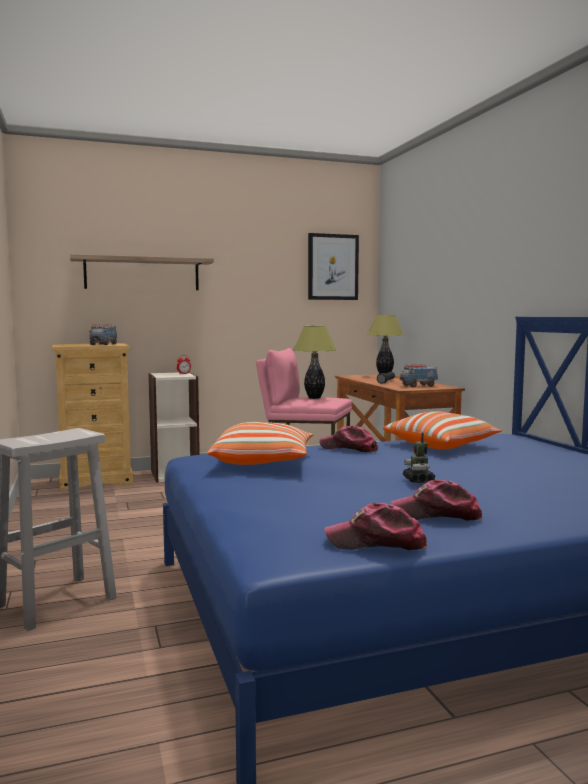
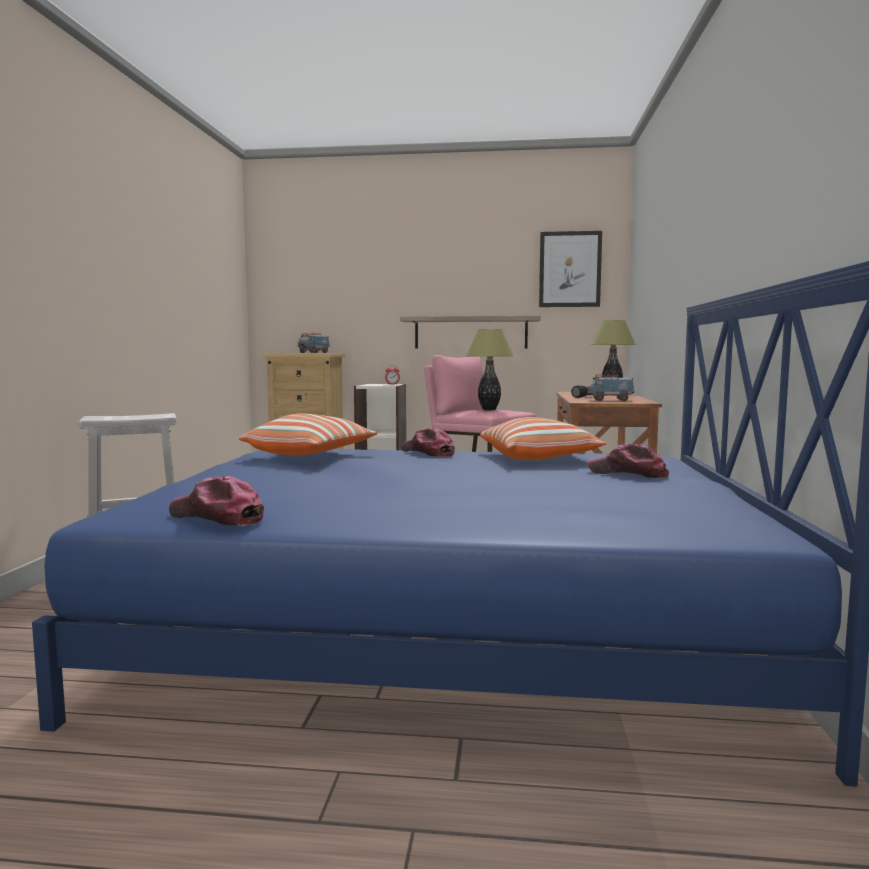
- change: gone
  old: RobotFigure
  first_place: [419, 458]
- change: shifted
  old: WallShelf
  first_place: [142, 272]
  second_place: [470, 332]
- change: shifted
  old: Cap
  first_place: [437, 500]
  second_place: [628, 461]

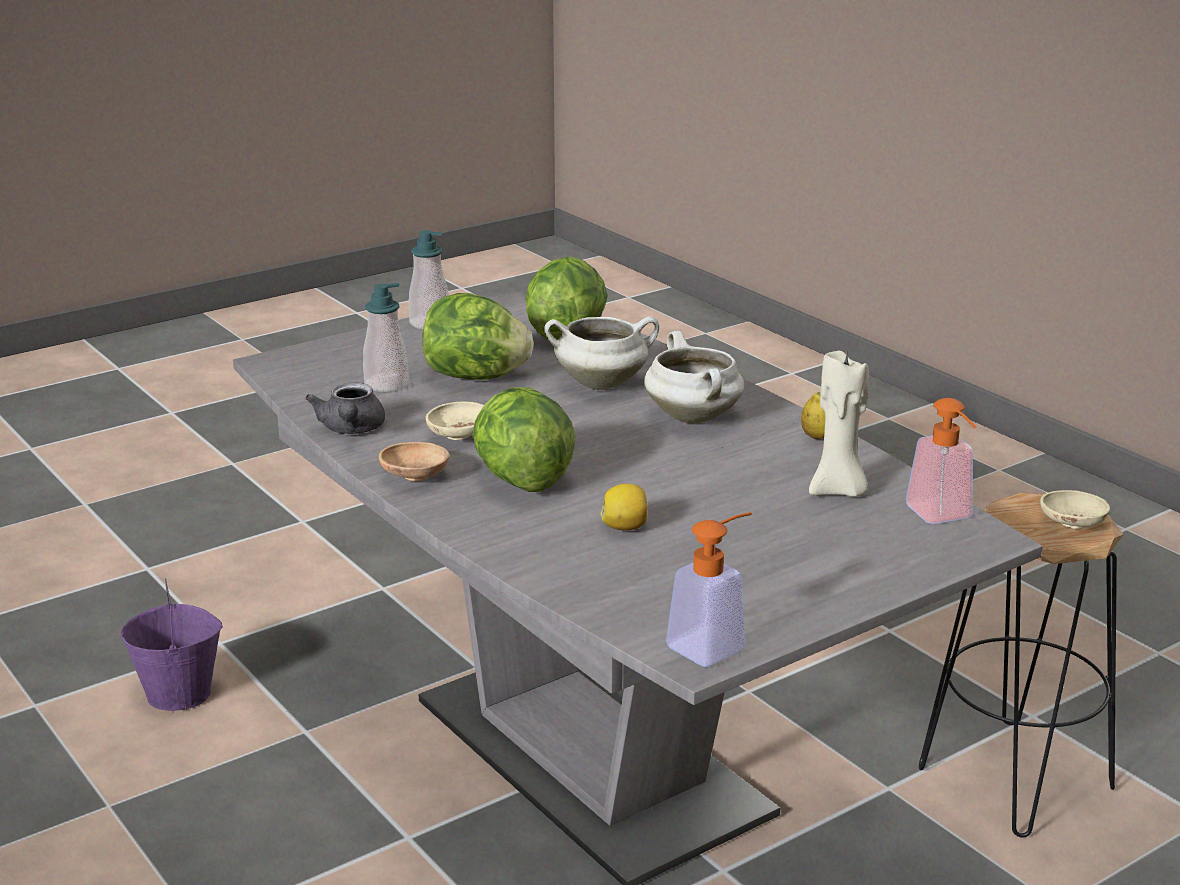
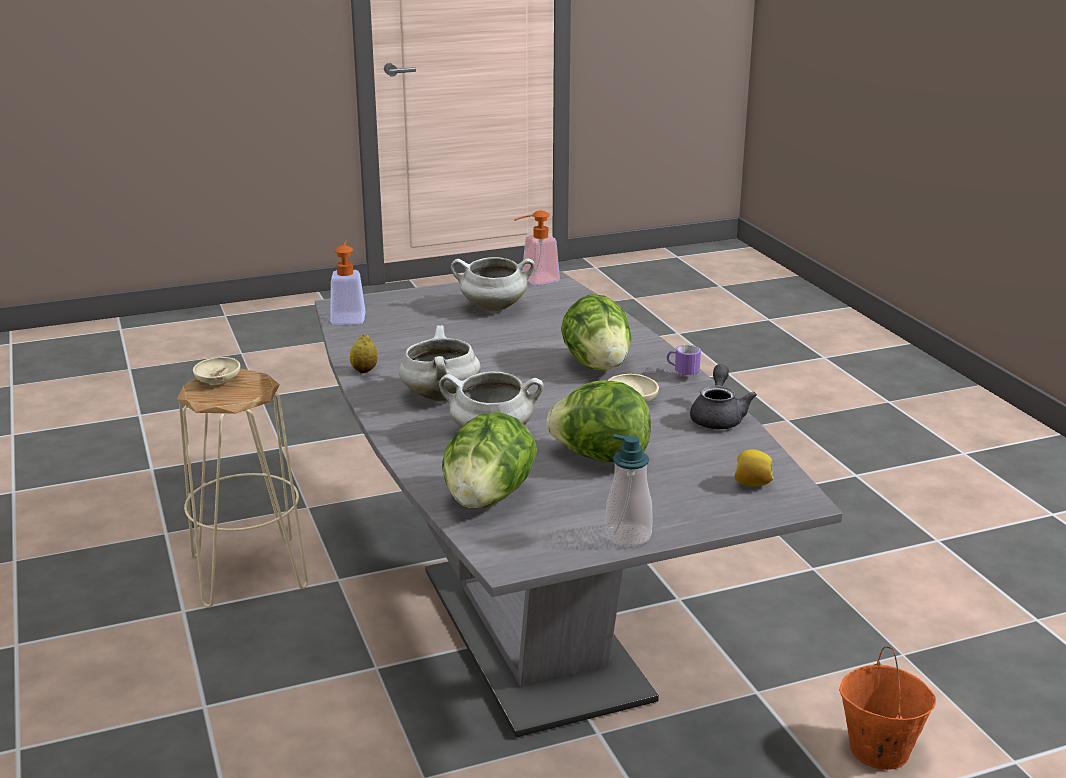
- change: gone
  old: LiquidSoapBottle
  first_place: [386, 337]
- change: gone
  old: BeigeColouredWaxCandle
  first_place: [839, 424]
- change: new
  new: WhiteSaucepot
  second_place: [493, 284]
- change: shifted
  old: WholeLemon
  first_place: [624, 507]
  second_place: [754, 467]
- change: swapped
  old: BrownDeepDish
  new: Mug
  first_place: [414, 461]
  second_place: [673, 361]
- change: repainted
  old: PurplishPail
  new: OrangeyPail
  first_place: [172, 644]
  second_place: [887, 708]
- change: repainted
  old: BlackColouredSittingStool
  new: BeigeColouredSittingStool
  first_place: [1021, 665]
  second_place: [242, 488]

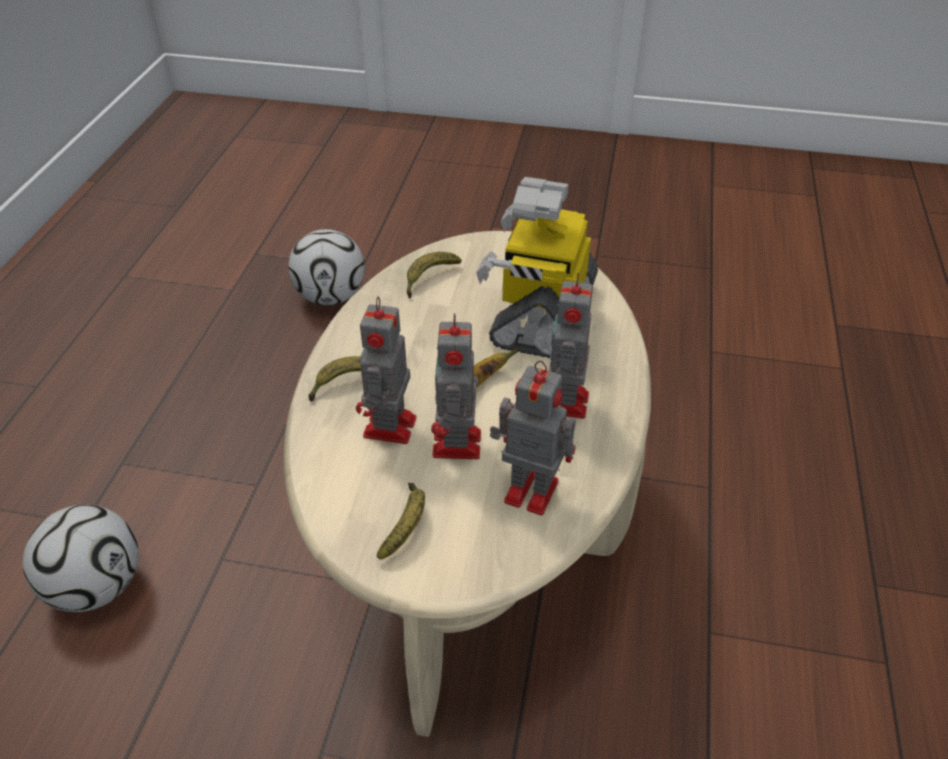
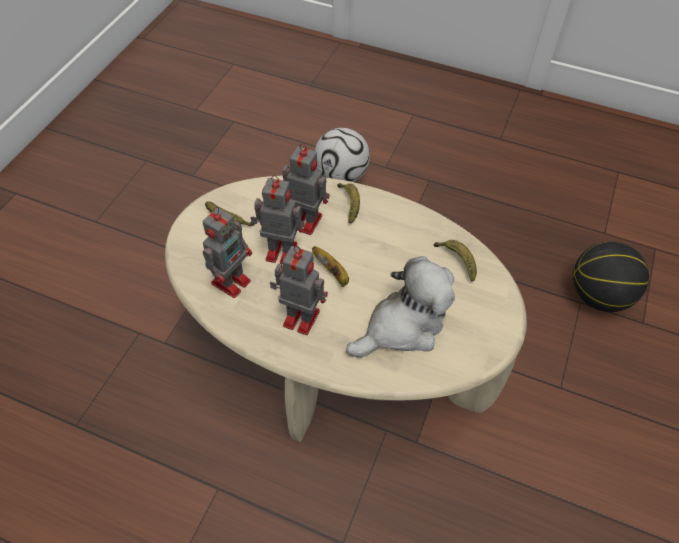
- change: swapped
  old: Football
  new: BasketballBall
  first_place: [326, 267]
  second_place: [611, 277]
- change: swapped
  old: RobotFigure
  new: CuddlyToy
  first_place: [537, 267]
  second_place: [400, 307]

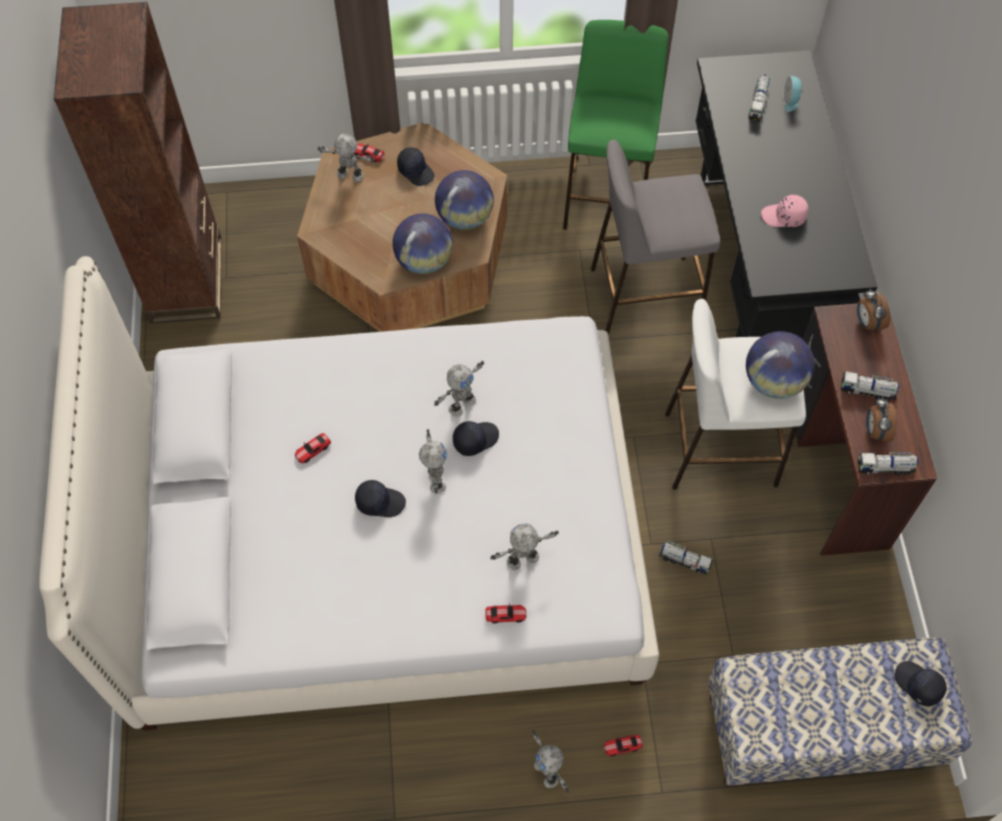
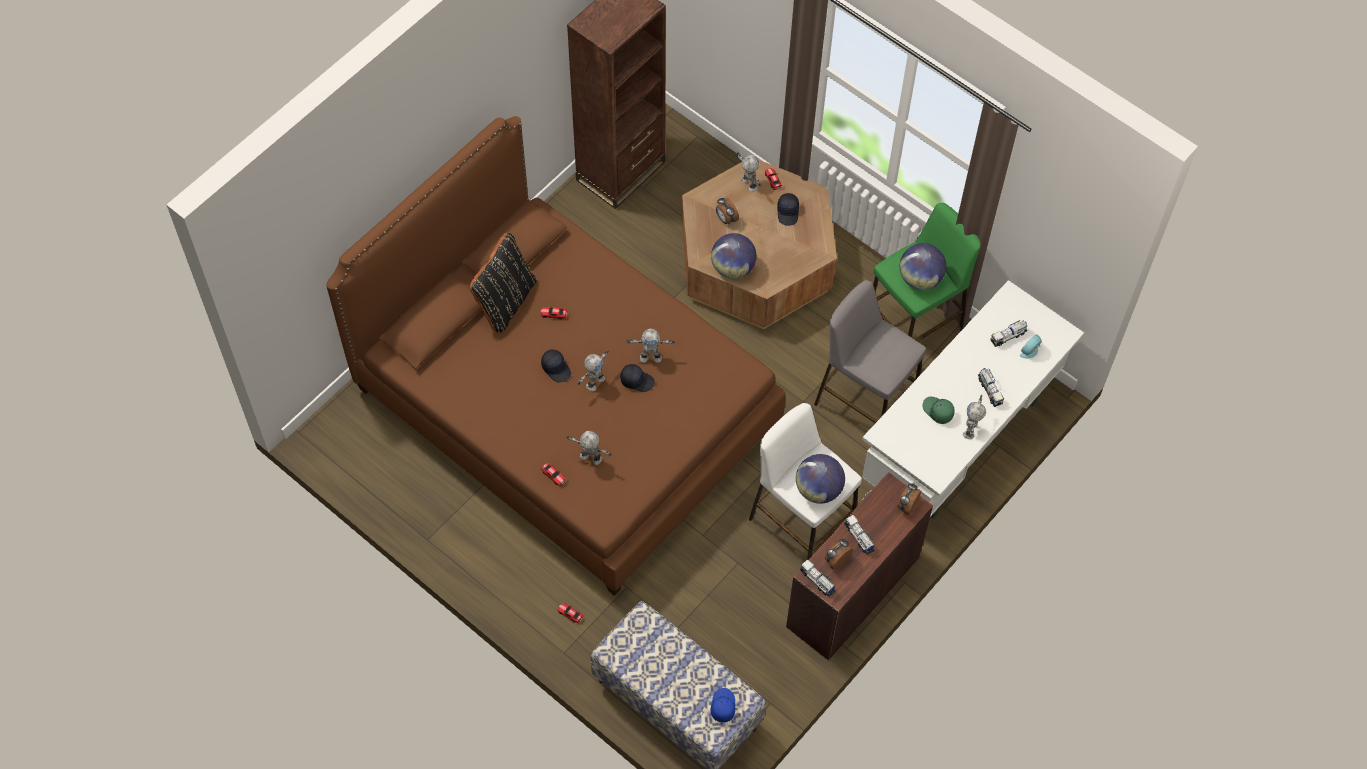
- change: new
  new: BlackColouredPillow
  second_place: [503, 282]
- change: new
  new: BedsideClock
  second_place: [727, 211]
- change: shifted
  old: Globe
  first_place: [464, 200]
  second_place: [923, 266]
- change: shifted
  old: RobotFigure
  first_place: [550, 761]
  second_place: [974, 417]
- change: shifted
  old: ModelTruck
  first_place: [686, 557]
  second_place: [991, 387]
- change: repainted
  old: WhiteBed
  new: BrownBed
  first_place: [349, 493]
  second_place: [556, 356]
- change: repainted
  old: BlackColouredDesk
  new: WhiteDesk
  first_place: [787, 194]
  second_place: [973, 399]
- change: repainted
  old: PinkCap
  new: GreenColouredCap
  first_place: [784, 211]
  second_place: [938, 410]
- change: repainted
  old: BlackColouredCap
  new: BlueCap
  first_place: [921, 684]
  second_place: [723, 705]

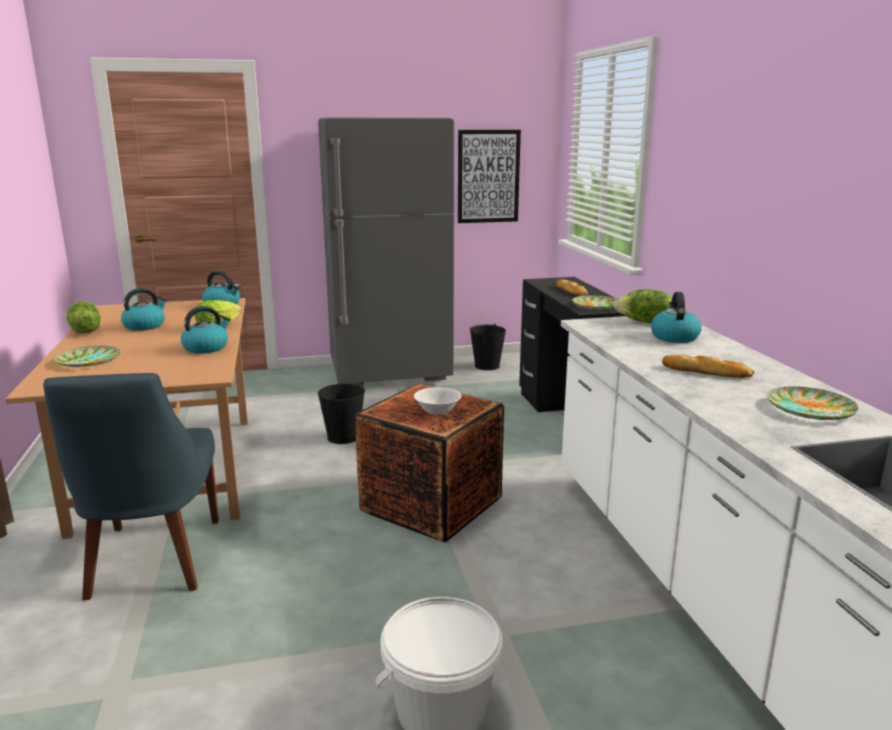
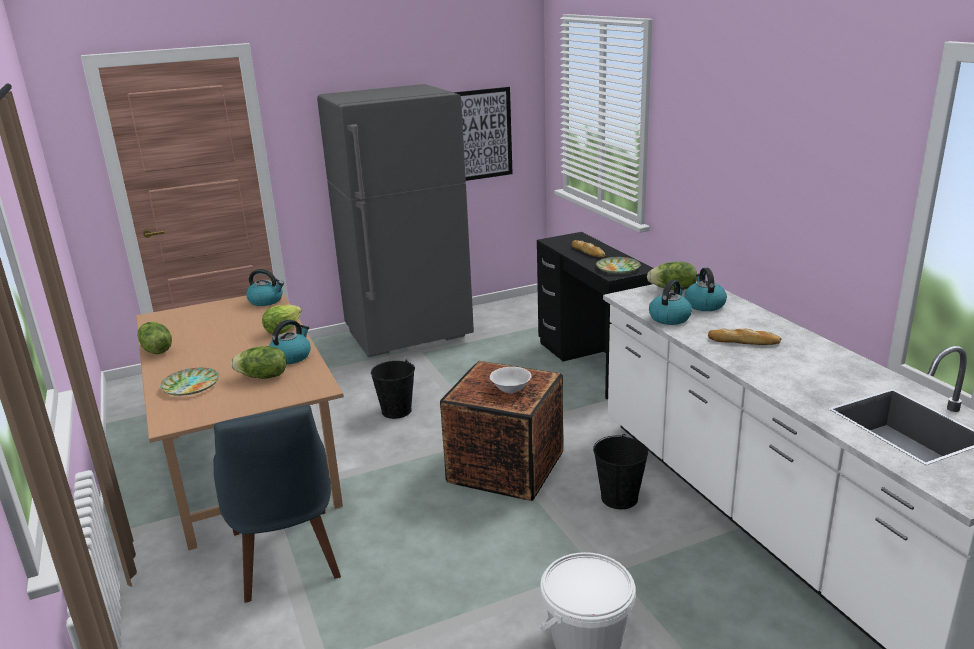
- change: gone
  old: FlatDish
  first_place: [813, 403]
- change: new
  new: Lettuce
  second_place: [259, 362]
- change: shifted
  old: Kettle
  first_place: [144, 309]
  second_place: [670, 302]
- change: shifted
  old: BlackColouredPail
  first_place: [488, 347]
  second_place: [620, 471]

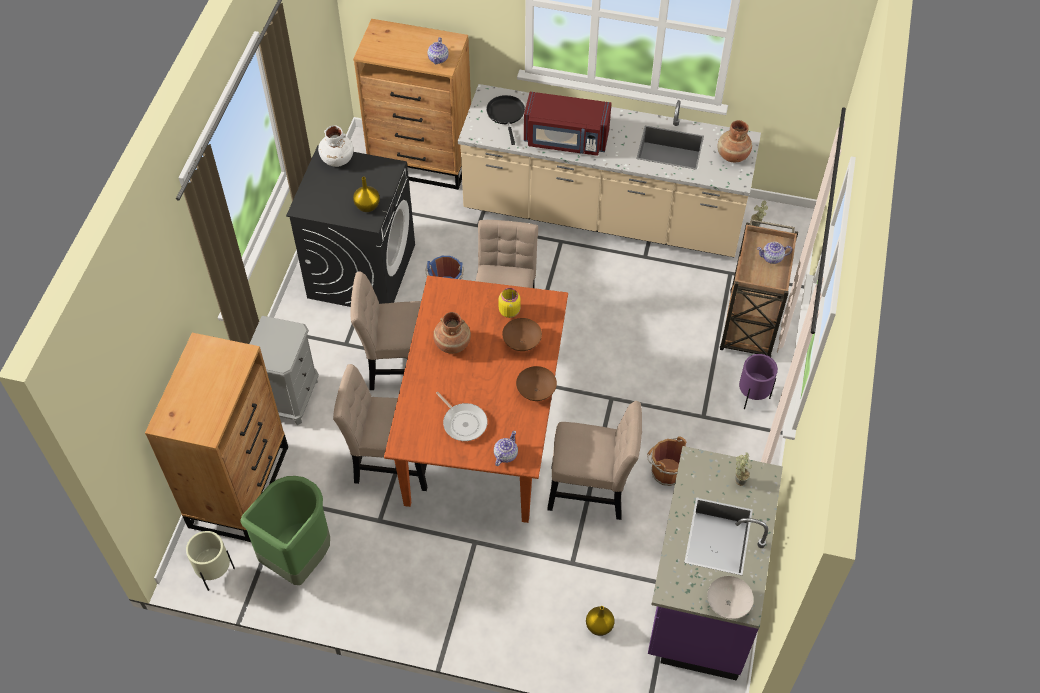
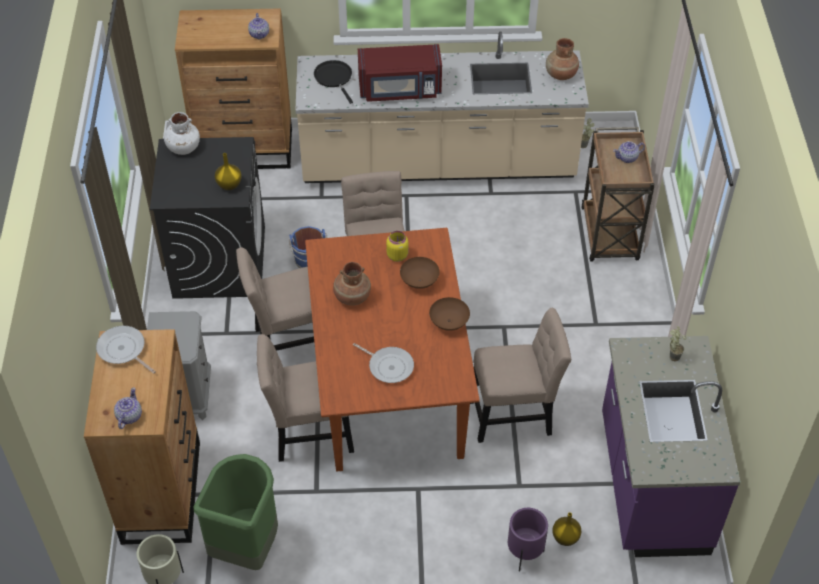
- change: gone
  old: BrownPail
  first_place: [666, 461]
- change: gone
  old: WhiteDeepDish
  first_place: [730, 597]
- change: new
  new: FryingPan
  second_place: [126, 350]
- change: shifted
  old: Teapot
  first_place: [506, 448]
  second_place: [128, 408]
- change: shifted
  old: PurplishFlowerPot
  first_place: [758, 381]
  second_place: [528, 539]

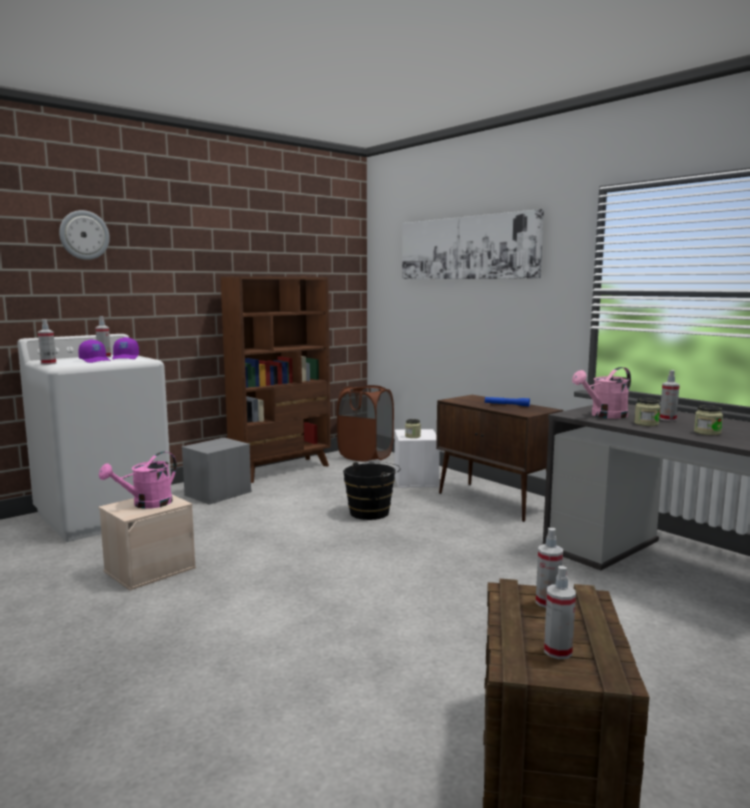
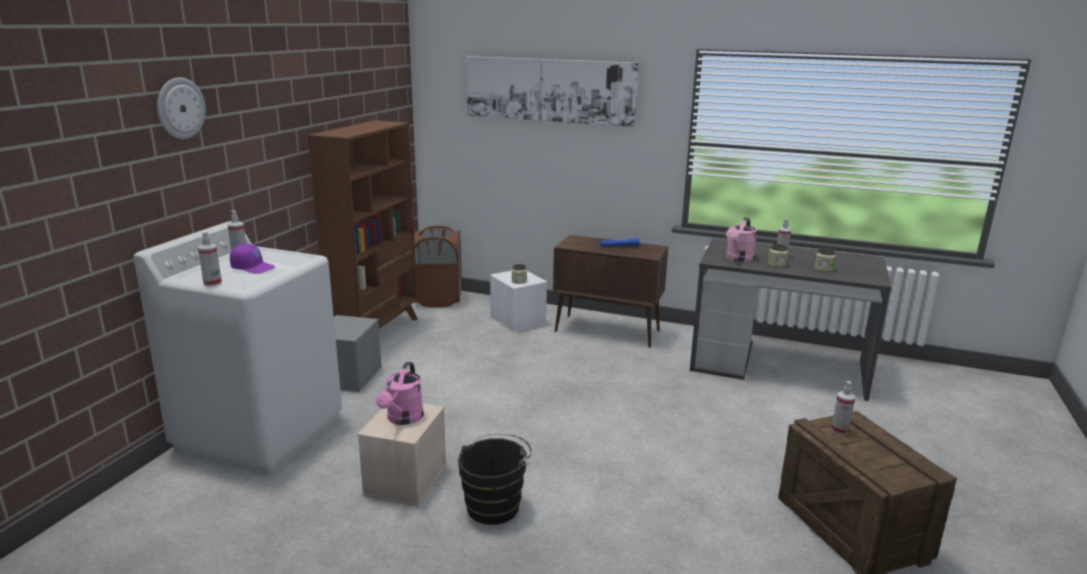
- change: gone
  old: PurplishCap
  first_place: [125, 348]
- change: gone
  old: HandSprayer
  first_place: [560, 612]
- change: shifted
  old: BlackColouredPail
  first_place: [372, 490]
  second_place: [495, 479]

